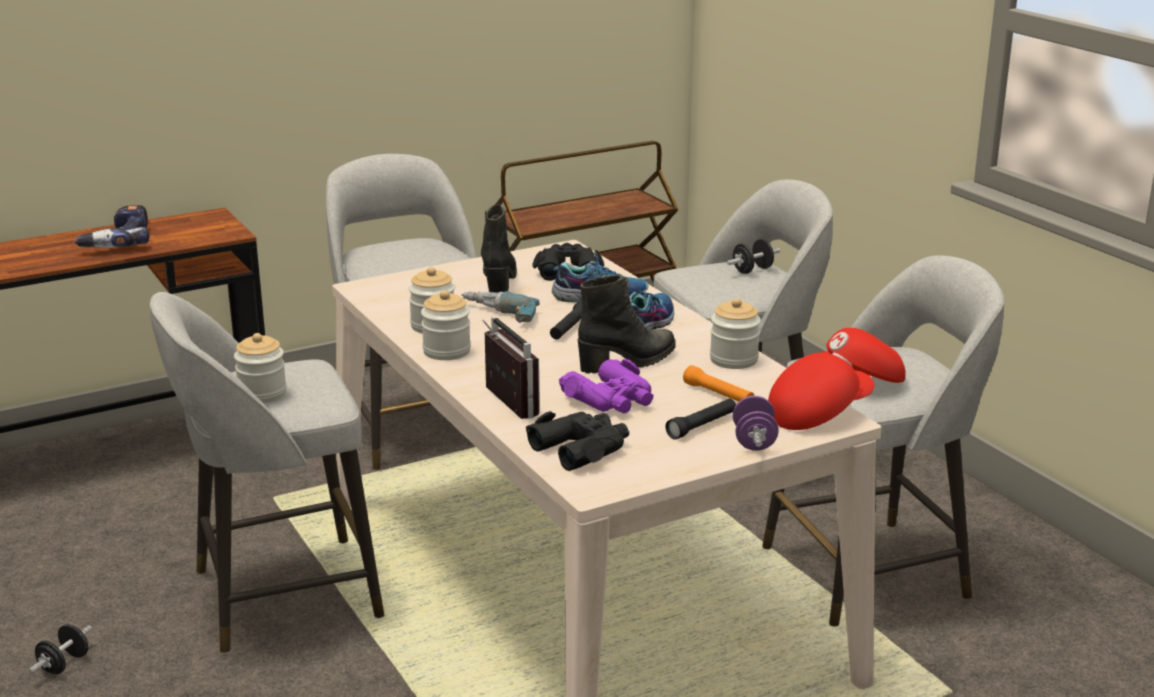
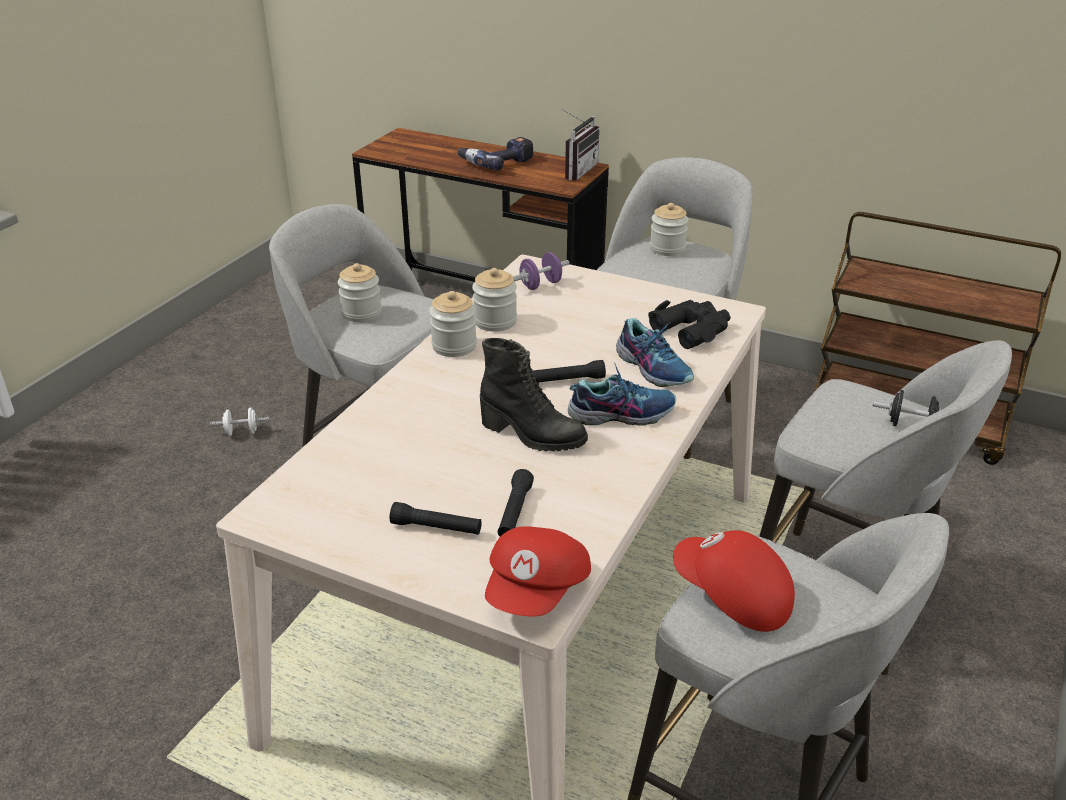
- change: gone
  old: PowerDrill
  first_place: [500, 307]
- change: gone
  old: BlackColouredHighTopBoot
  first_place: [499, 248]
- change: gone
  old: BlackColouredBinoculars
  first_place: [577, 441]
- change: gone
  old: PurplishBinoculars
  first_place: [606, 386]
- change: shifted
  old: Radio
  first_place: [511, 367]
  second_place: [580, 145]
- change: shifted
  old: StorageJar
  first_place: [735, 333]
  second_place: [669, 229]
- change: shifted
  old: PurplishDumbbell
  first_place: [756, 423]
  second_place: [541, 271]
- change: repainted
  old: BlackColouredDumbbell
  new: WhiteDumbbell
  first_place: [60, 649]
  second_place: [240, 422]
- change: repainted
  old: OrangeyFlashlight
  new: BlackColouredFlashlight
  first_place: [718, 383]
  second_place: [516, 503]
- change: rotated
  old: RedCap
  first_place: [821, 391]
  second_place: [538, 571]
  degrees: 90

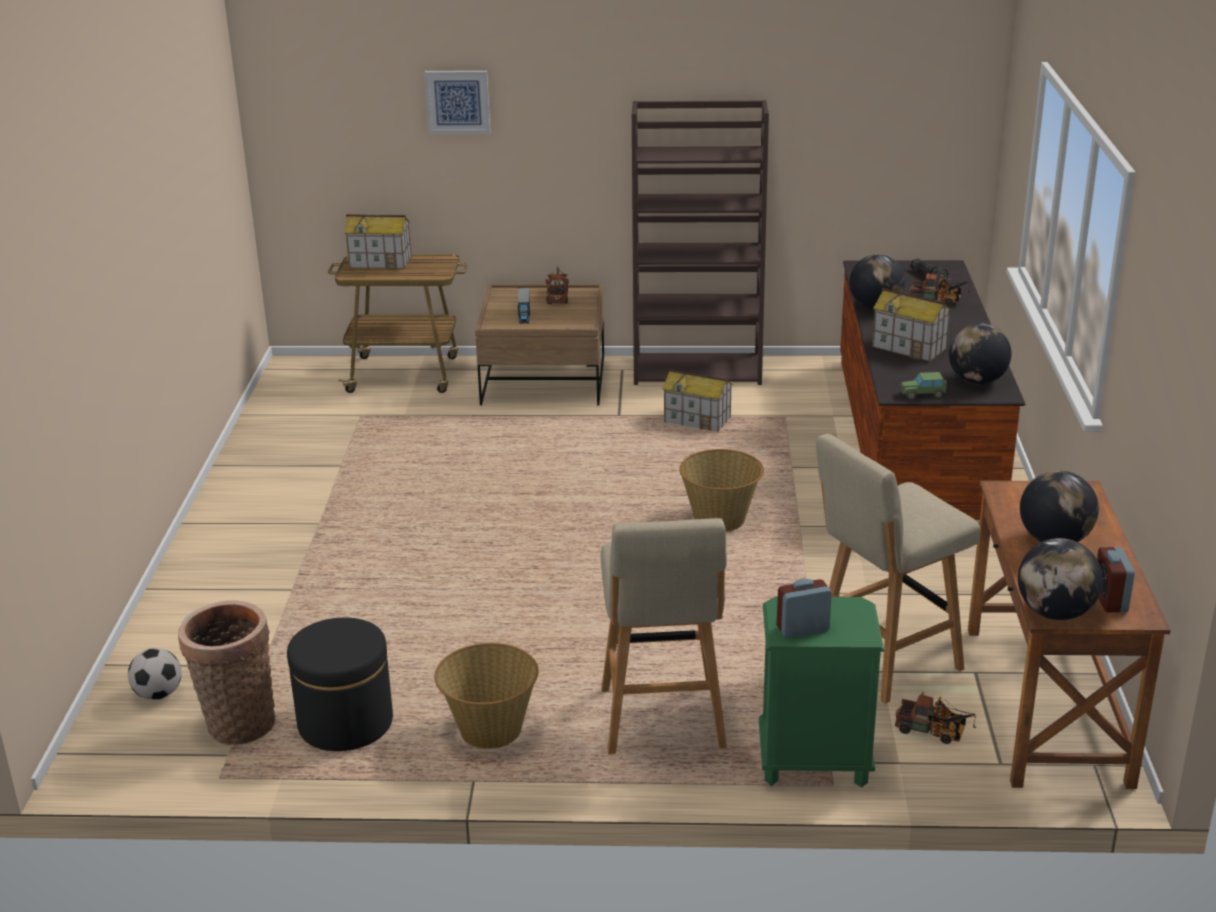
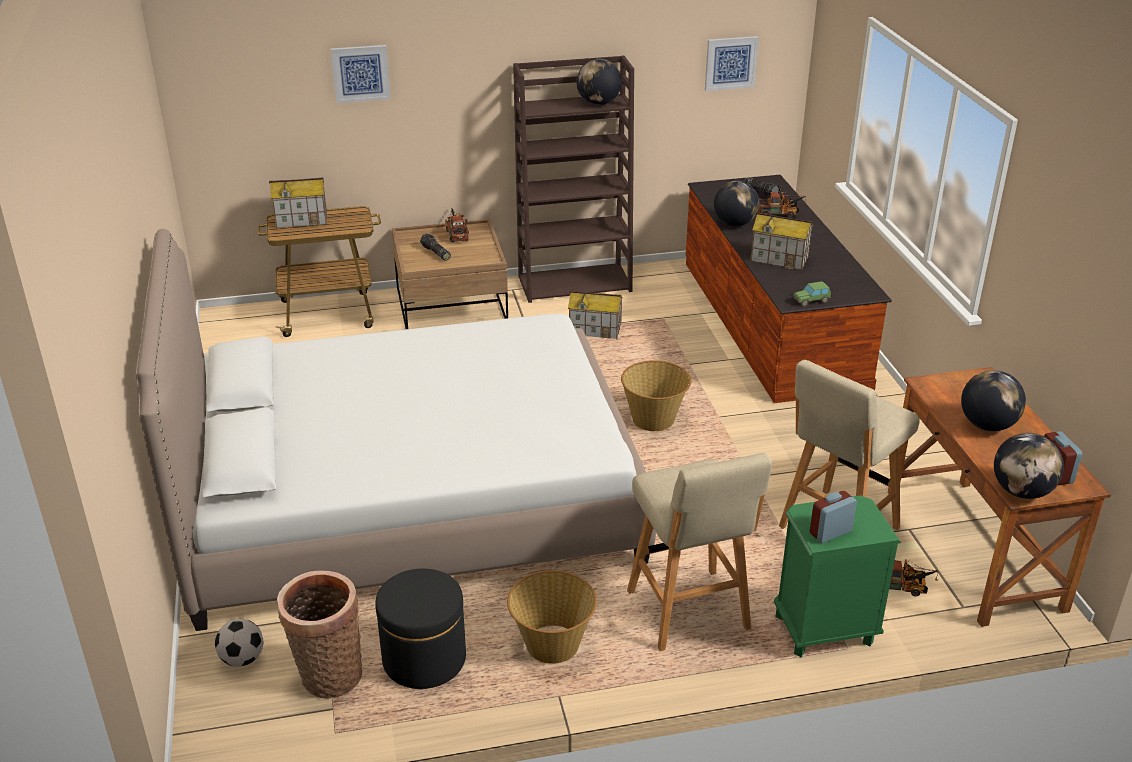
- change: new
  new: Bed
  second_place: [396, 430]
- change: new
  new: WallArt
  second_place: [732, 63]
- change: shifted
  old: Globe
  first_place: [980, 354]
  second_place: [599, 82]
- change: swapped
  old: ModelTruck
  new: Flashlight
  first_place: [524, 305]
  second_place: [435, 247]

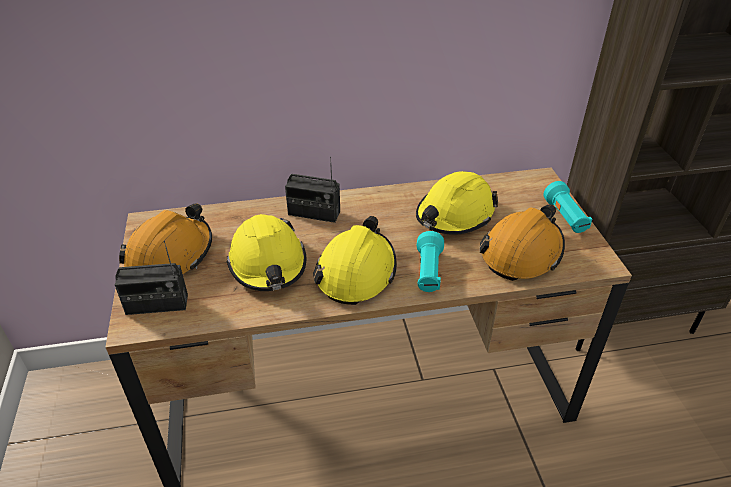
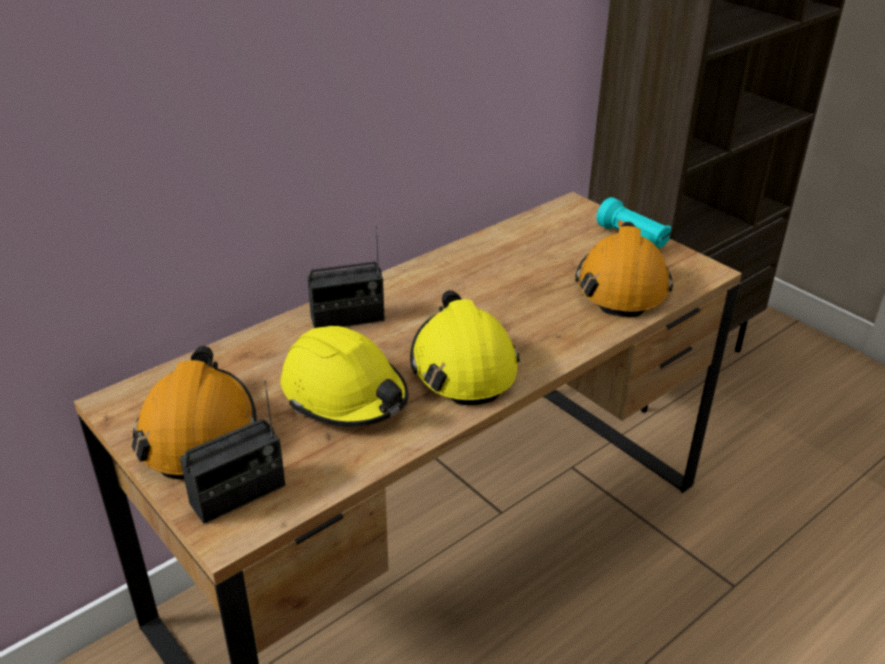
- change: gone
  old: YellowSafetyHelmet
  first_place: [457, 203]
- change: gone
  old: TurquoiseFlashlight
  first_place: [430, 261]

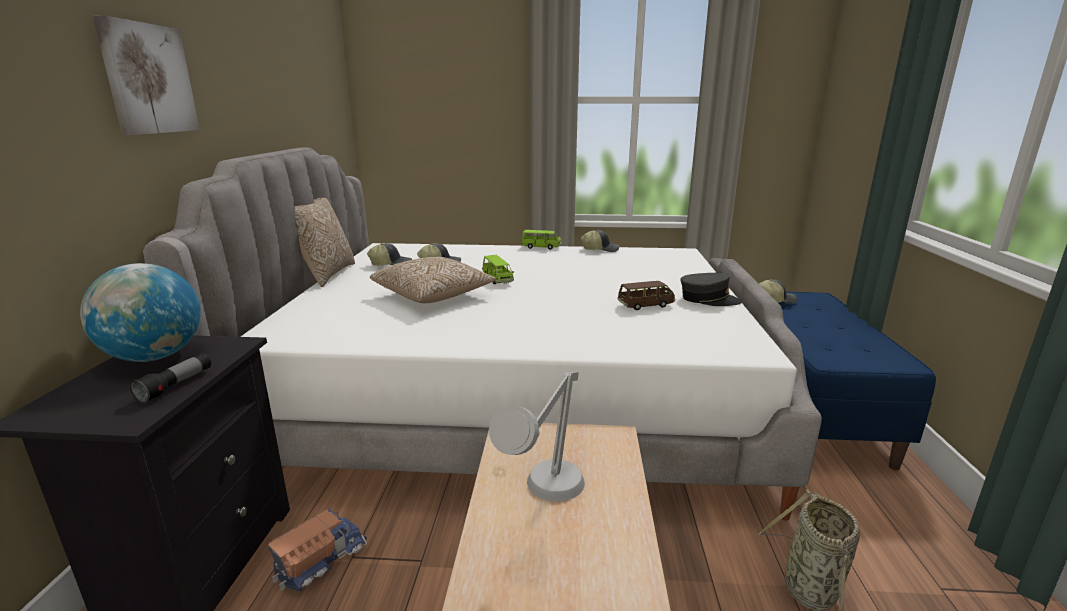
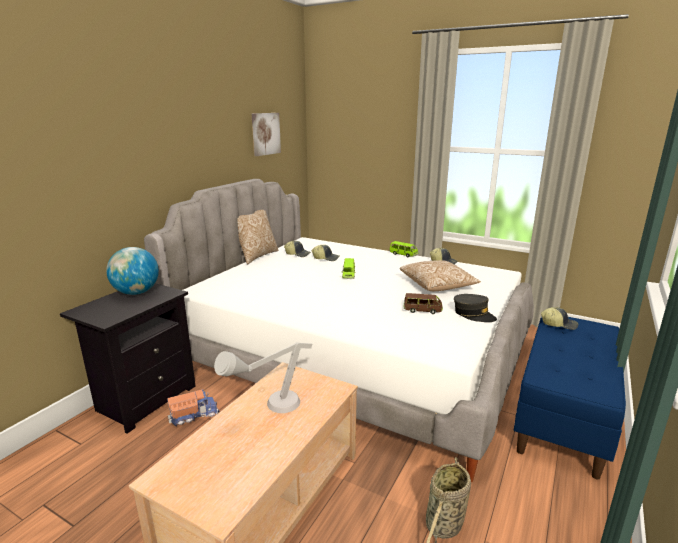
- change: gone
  old: Flashlight
  first_place: [170, 378]
- change: shifted
  old: WallArt
  first_place: [146, 75]
  second_place: [266, 134]
- change: shifted
  old: Pillow
  first_place: [433, 280]
  second_place: [440, 275]

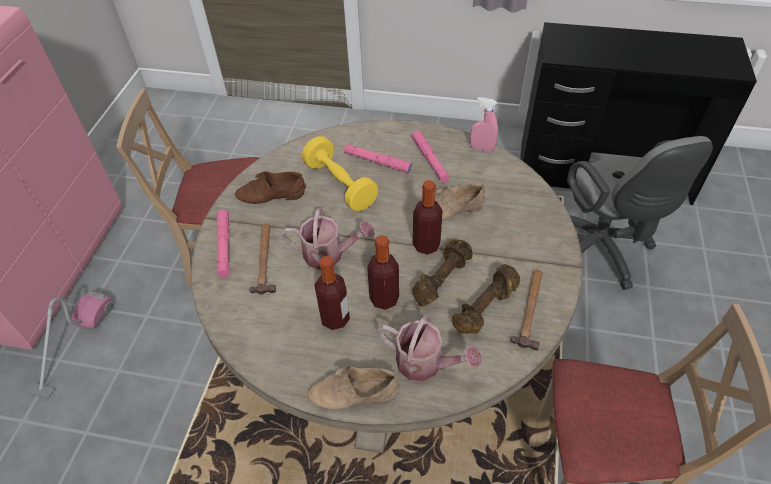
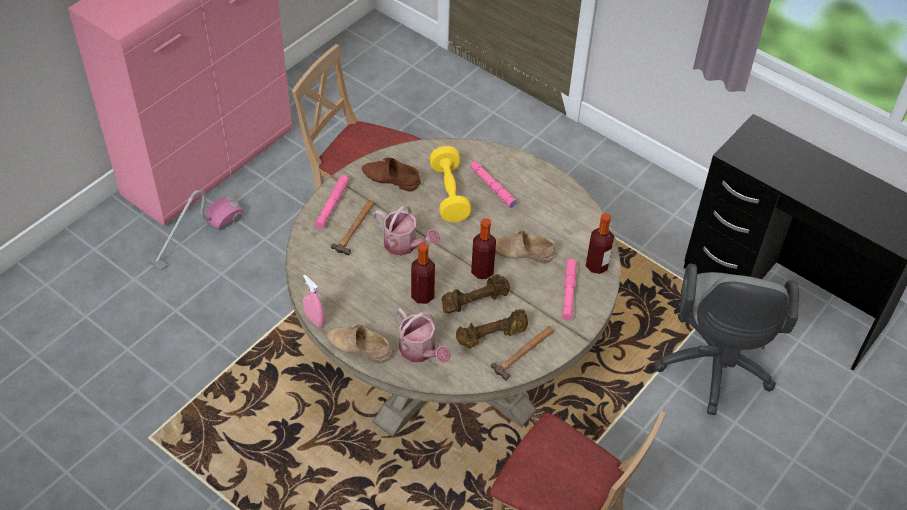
- change: shifted
  old: DrinkBottle
  first_place: [332, 293]
  second_place: [600, 243]
- change: shifted
  old: PinkFlashlight
  first_place: [431, 156]
  second_place: [569, 289]
- change: shifted
  old: PinkHandSprayer
  first_place: [484, 124]
  second_place: [314, 301]

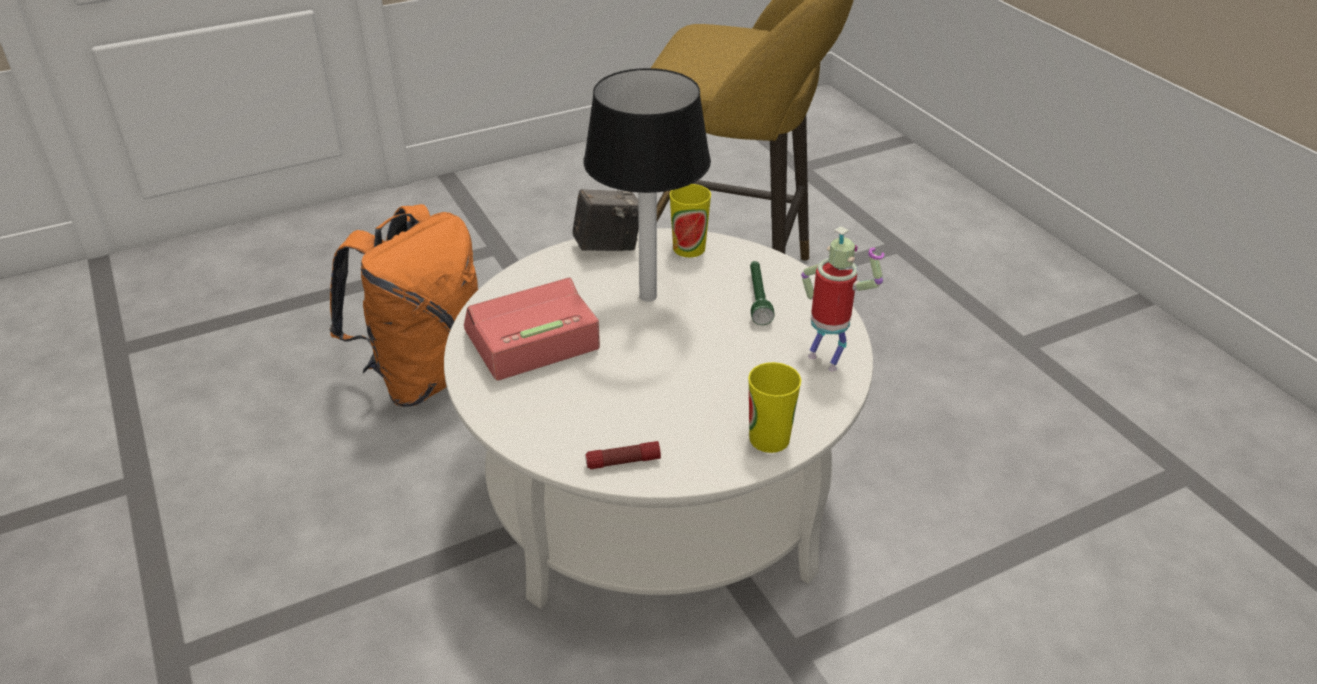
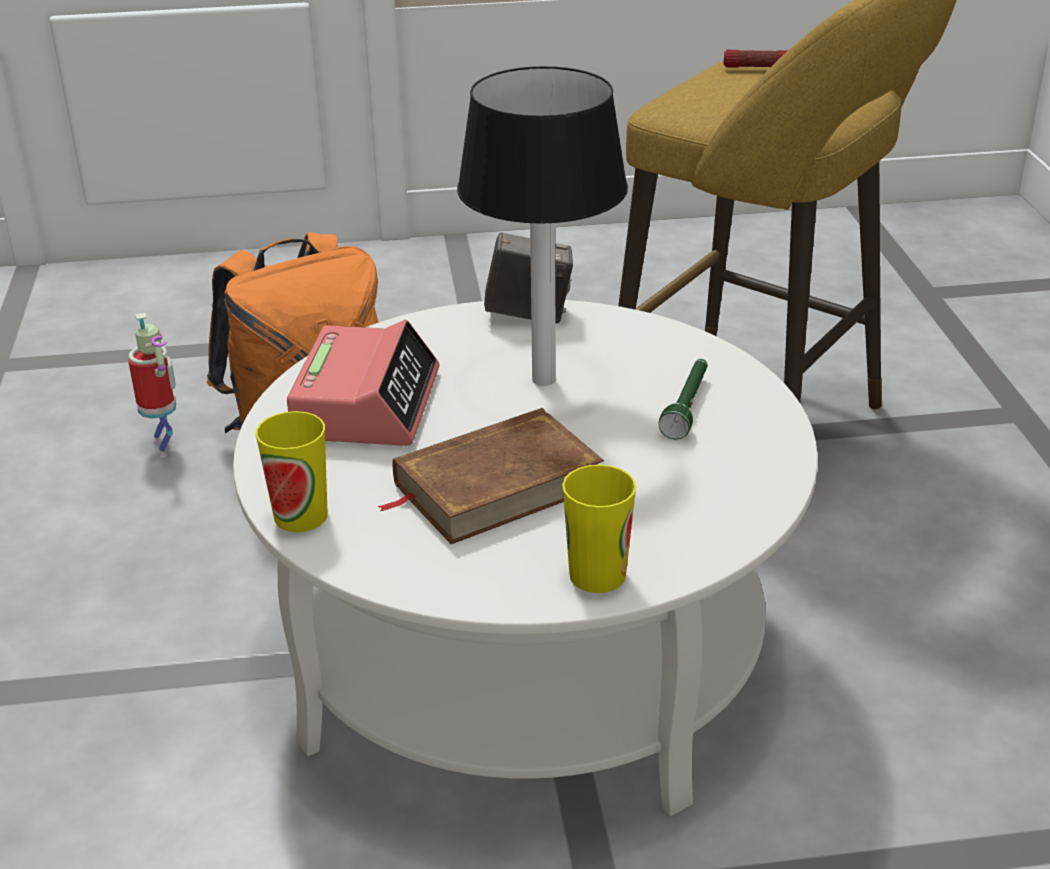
- change: new
  new: BrownBoundBook
  second_place: [490, 476]
- change: shifted
  old: Flashlight
  first_place: [623, 455]
  second_place: [755, 58]
- change: shifted
  old: DrinkingCup
  first_place: [690, 221]
  second_place: [292, 471]
- change: shifted
  old: RobotFigure
  first_place: [842, 299]
  second_place: [152, 385]
- change: rotated
  old: BedsideClock
  first_place: [532, 329]
  second_place: [363, 383]
  degrees: 105

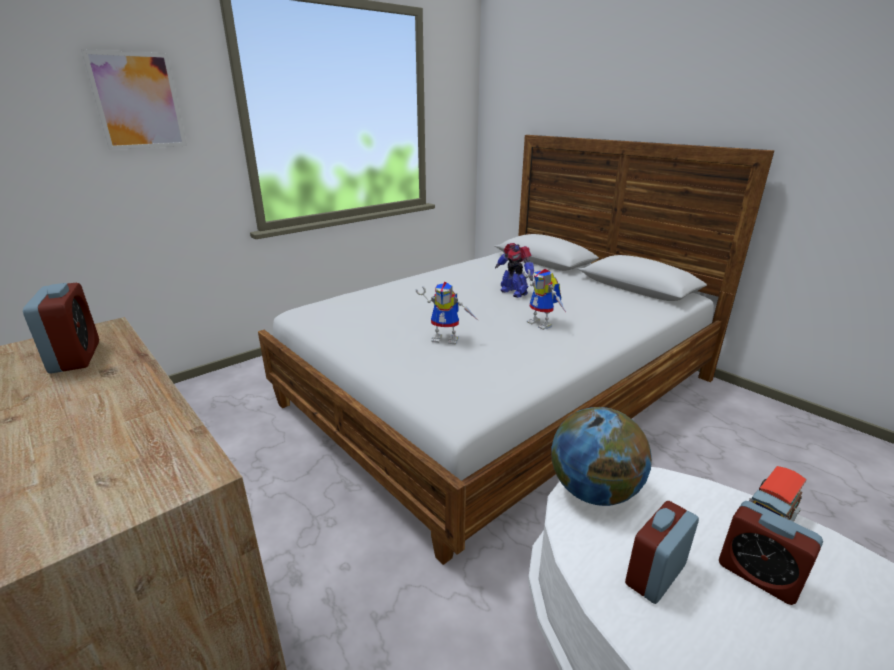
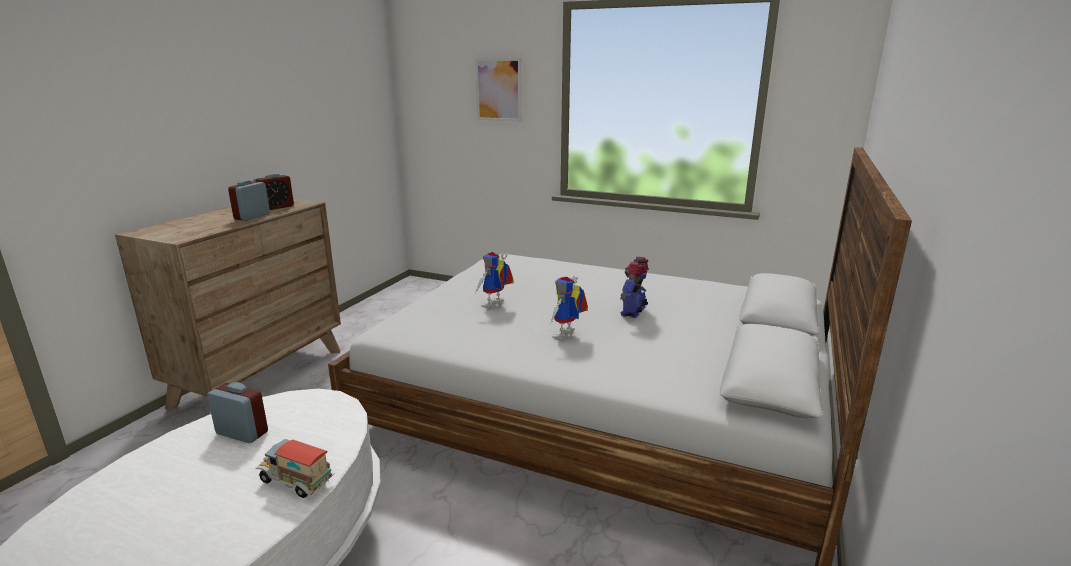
- change: gone
  old: Globe
  first_place: [601, 456]
- change: shifted
  old: BedsideClock
  first_place: [771, 553]
  second_place: [249, 200]
- change: rotated
  old: RobotFigure
  first_place: [447, 313]
  second_place: [494, 280]
  degrees: 45

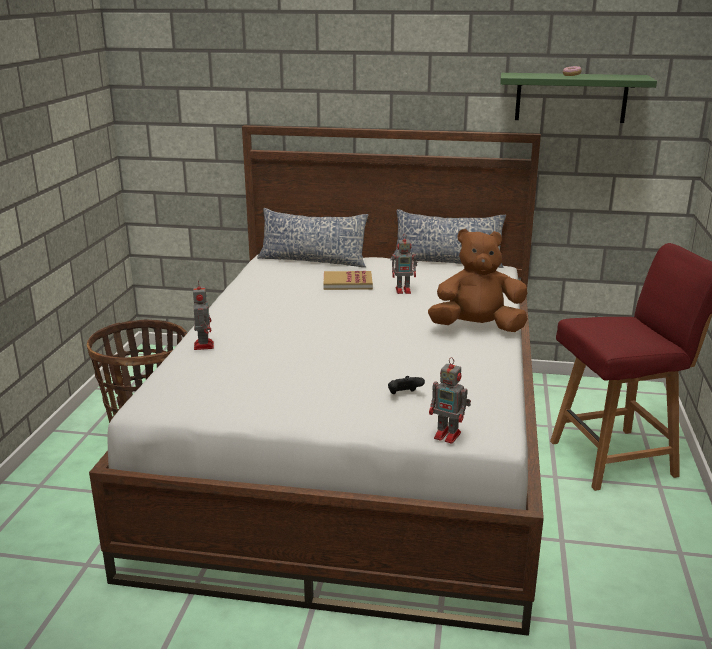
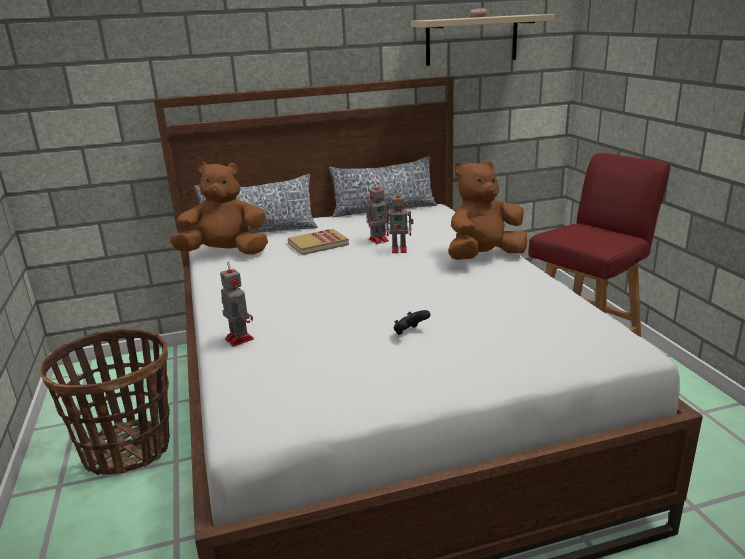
- change: new
  new: BrownCuddlyToy
  second_place: [219, 208]
- change: shifted
  old: BlackColouredGameController
  first_place: [406, 385]
  second_place: [412, 322]
- change: shifted
  old: RobotFigure
  first_place: [450, 400]
  second_place: [400, 221]
- change: repainted
  old: GreenColouredWallShelf
  new: BeigeColouredWallShelf
  first_place: [578, 98]
  second_place: [483, 40]

